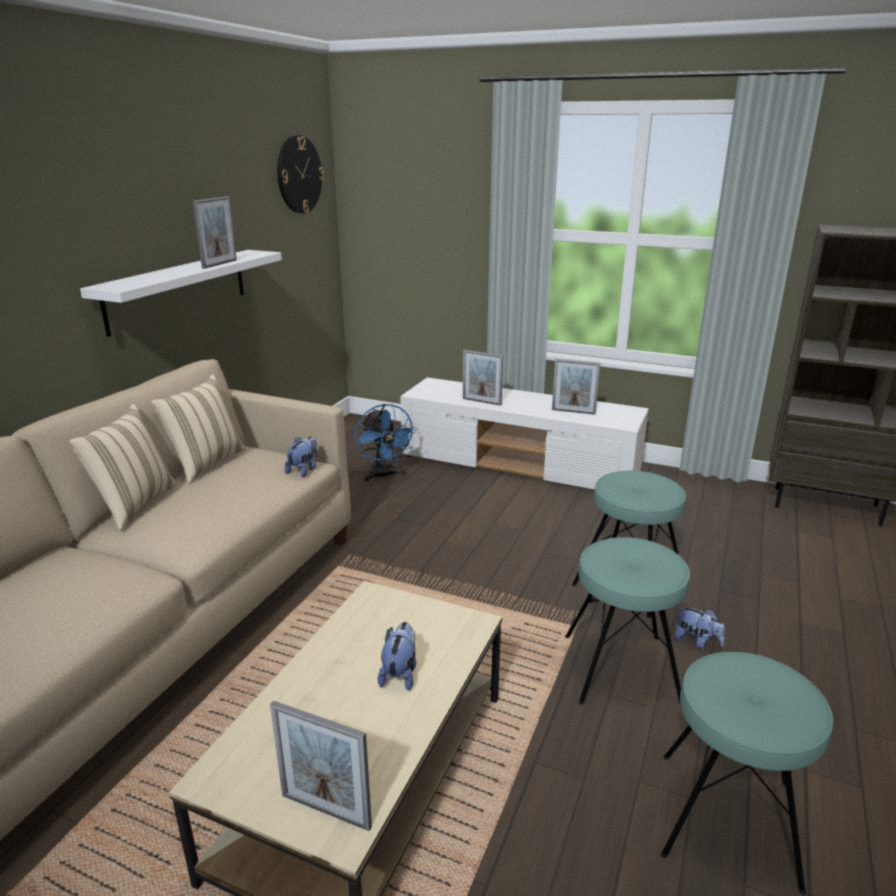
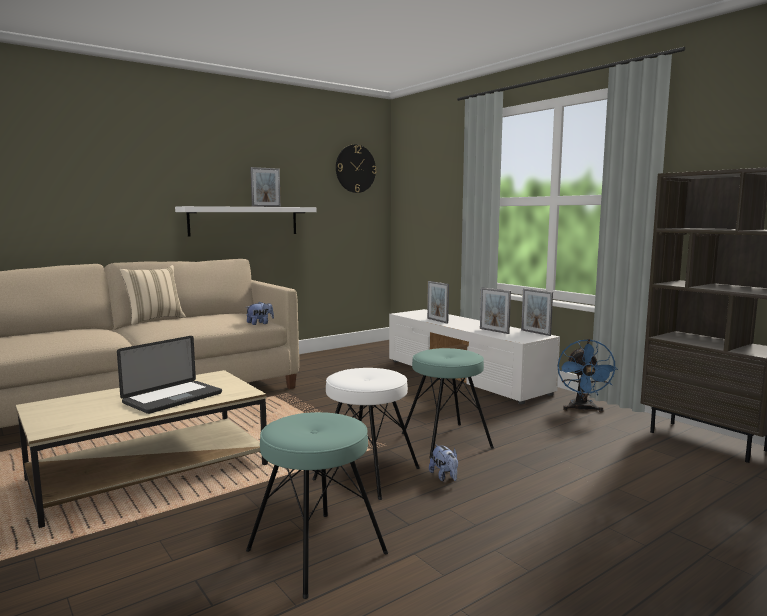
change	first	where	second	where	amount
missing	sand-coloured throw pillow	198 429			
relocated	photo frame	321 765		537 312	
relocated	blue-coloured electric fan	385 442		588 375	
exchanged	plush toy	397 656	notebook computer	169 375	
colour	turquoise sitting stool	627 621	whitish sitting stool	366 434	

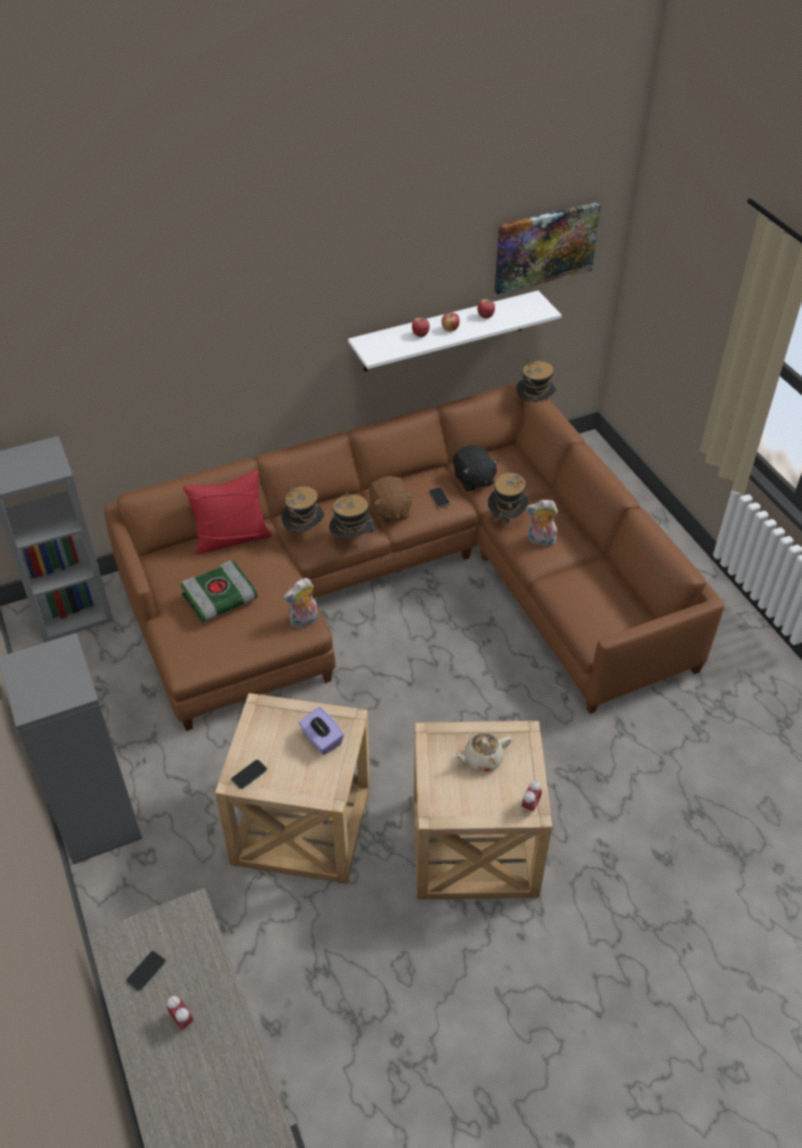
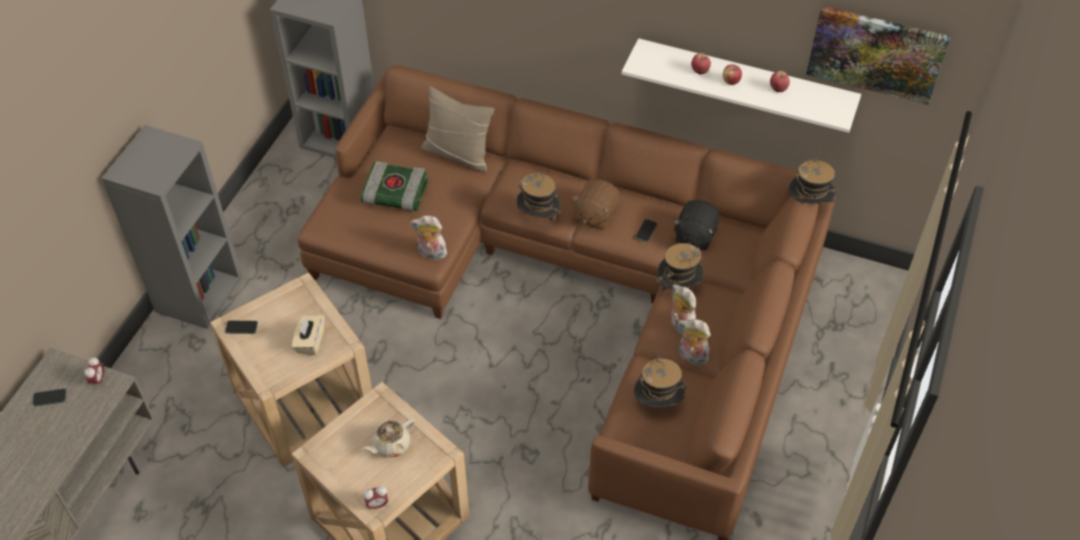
change	first	where	second	where	amount
appeared			plush toy	694 342	
relocated	alarm clock	180 1013		94 373	
relocated	hat	303 509		660 381	
colour	reddish throw pillow	227 512	sand-coloured throw pillow	458 129	
colour	purplish tissue holder	321 731	sand-coloured tissue holder	308 335	
spun	sand-coloured tea pot	482 752		388 438	60 degrees counterclockwise

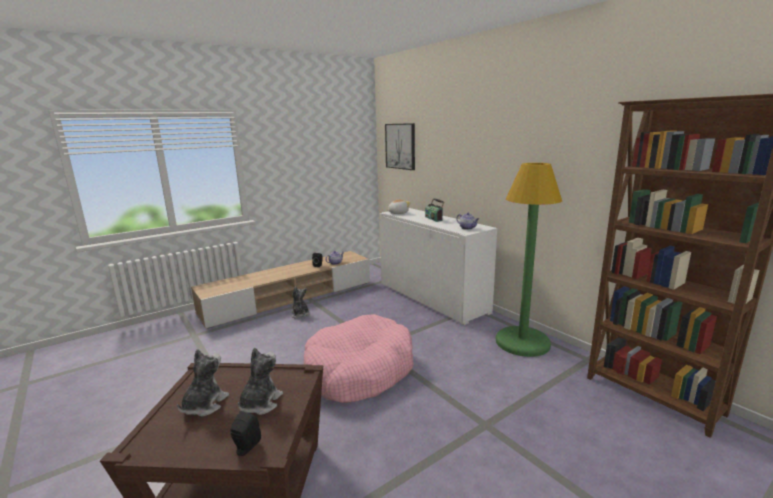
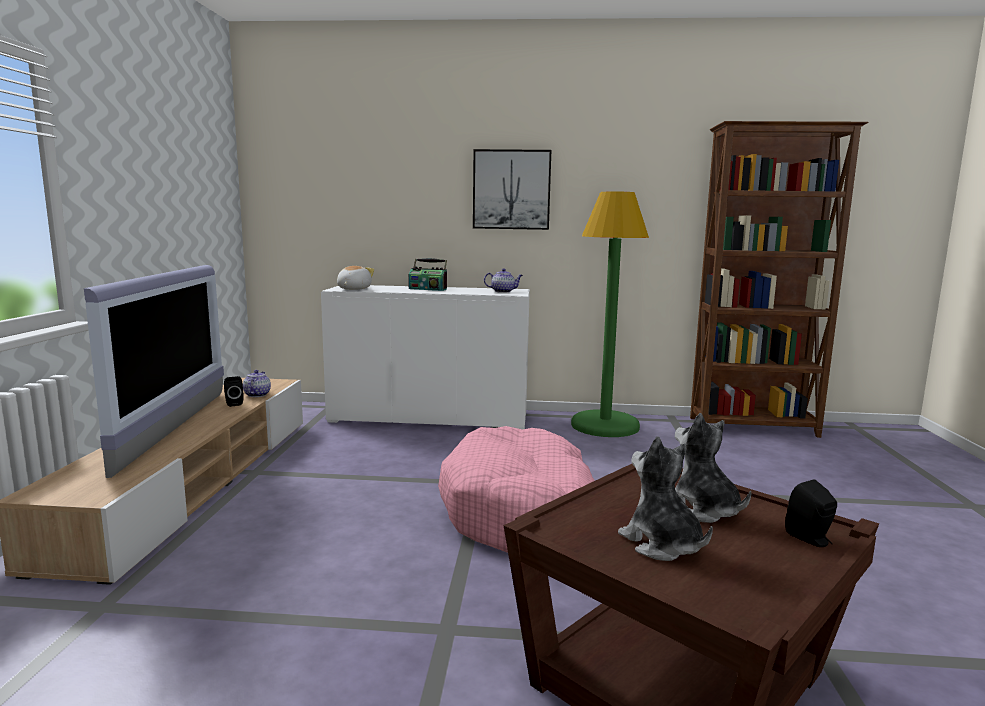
change	first	where	second	where	amount
missing	plush toy	300 302			
appeared			TV set	154 371	
relocated	picture	400 146		512 189	

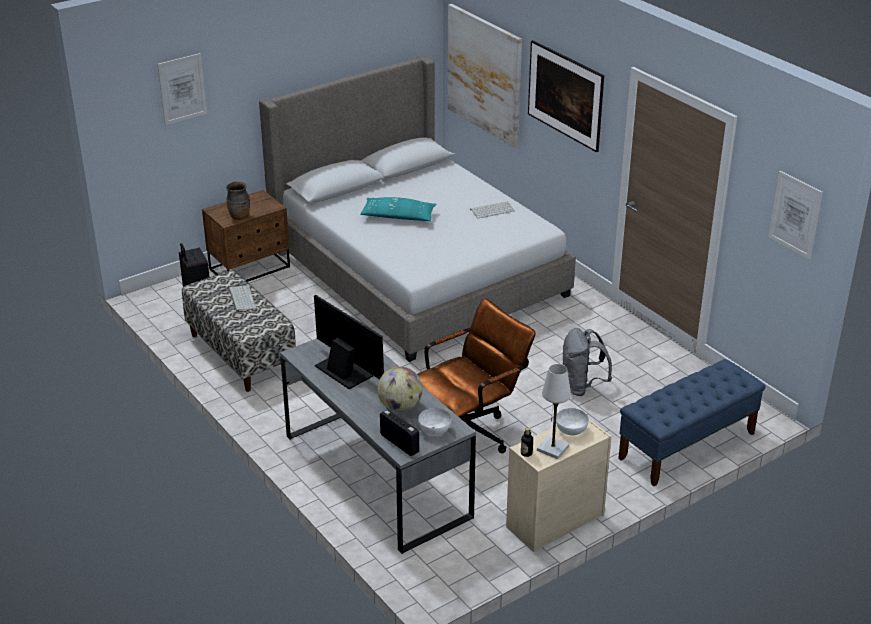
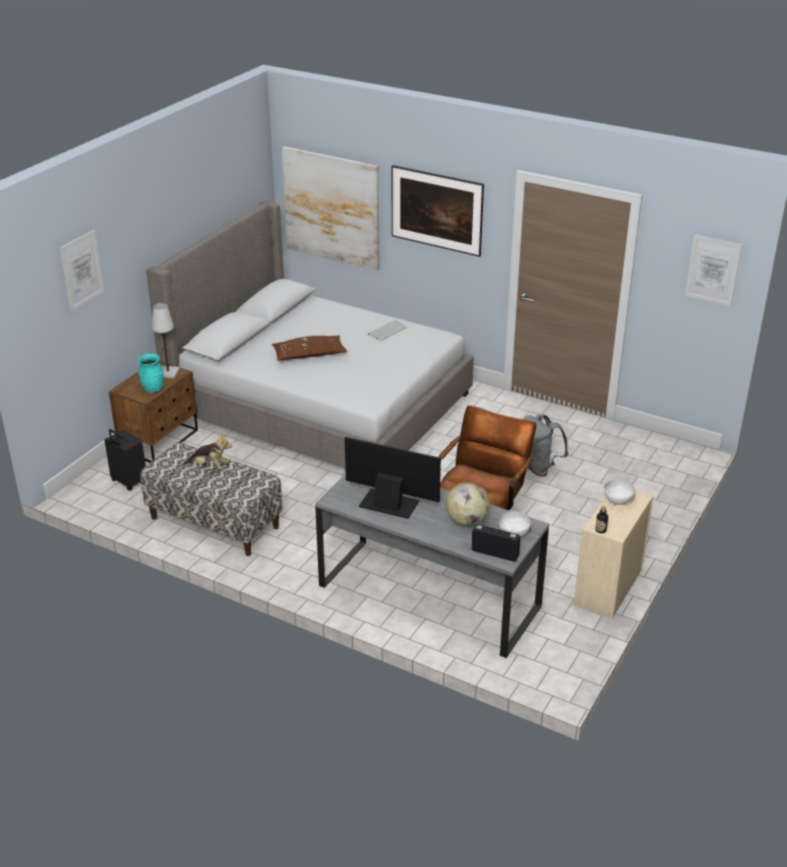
change	first	where	second	where	amount
missing	blue-coloured indoor bench	692 422			
relocated	whitish table lamp	554 411		166 340	
exchanged	computer keyboard	243 299	plush toy	208 450	
colour	brownish decorative vase	238 200	turquoise decorative vase	150 373	
colour	turquoise throw pillow	398 209	brownish throw pillow	309 348	

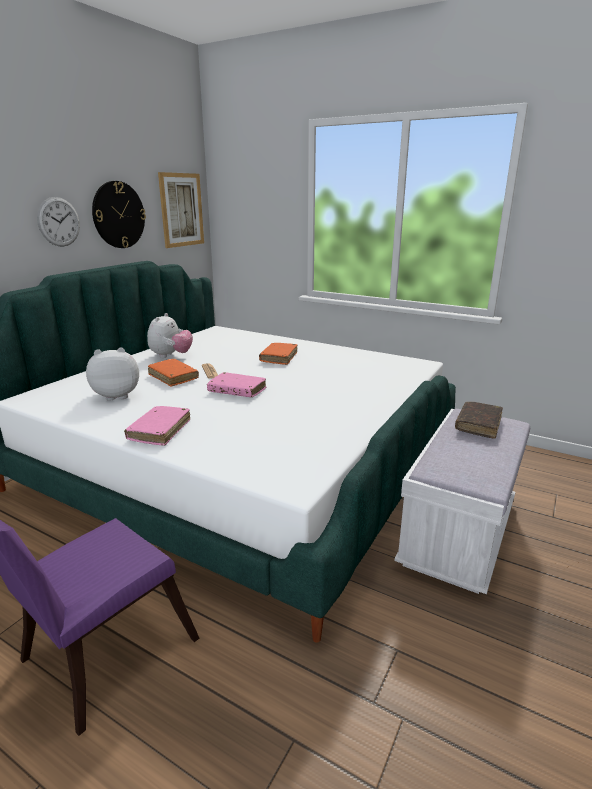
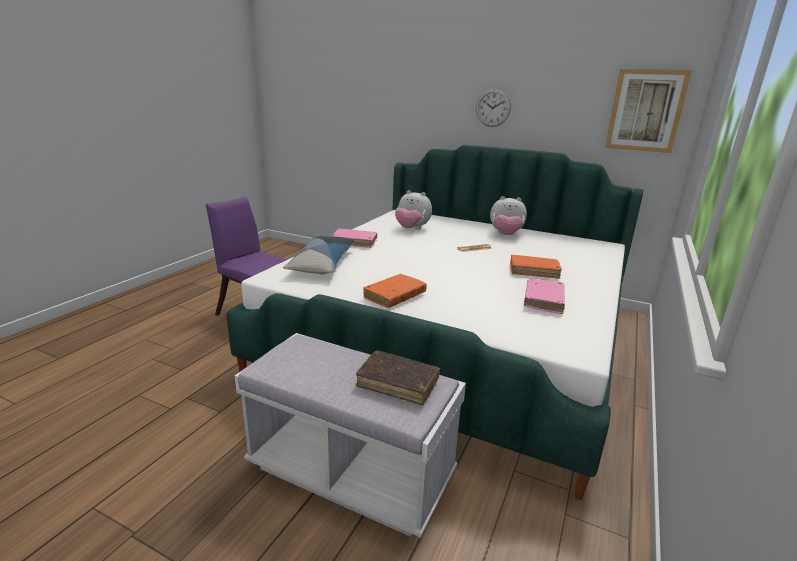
change	first	where	second	where	amount
missing	wall clock	119 214			
appeared			throw pillow	319 255	
relocated	orange volume	173 372		395 291	
relocated	pink-coloured volume	236 384		544 296	
spun	plush toy	112 374		413 209	135 degrees clockwise

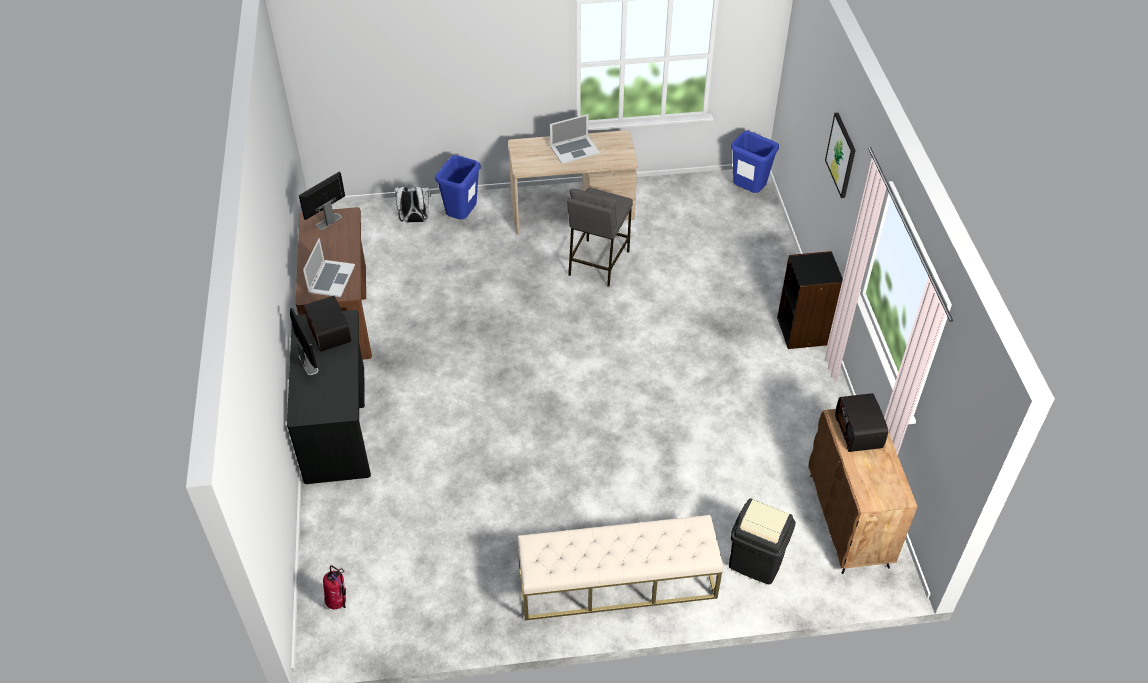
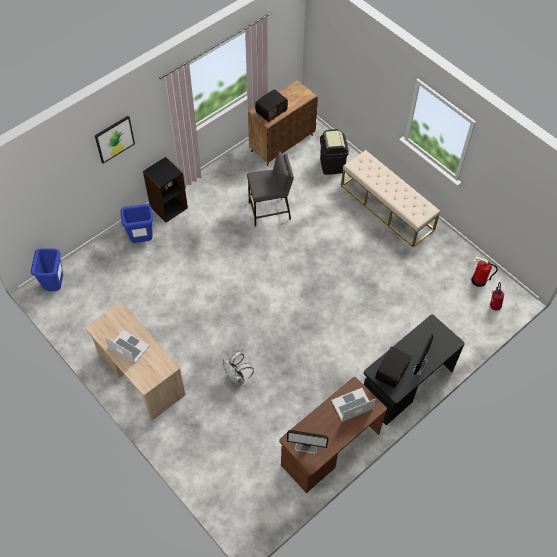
change	first	where	second	where	amount
appeared			extinguisher	485 271	
relocated	whitish knapsack	412 204		238 369	
relocated	blue-coloured waste bin	458 187		137 223	
relocated	greyish sitting stool	600 237		270 188	

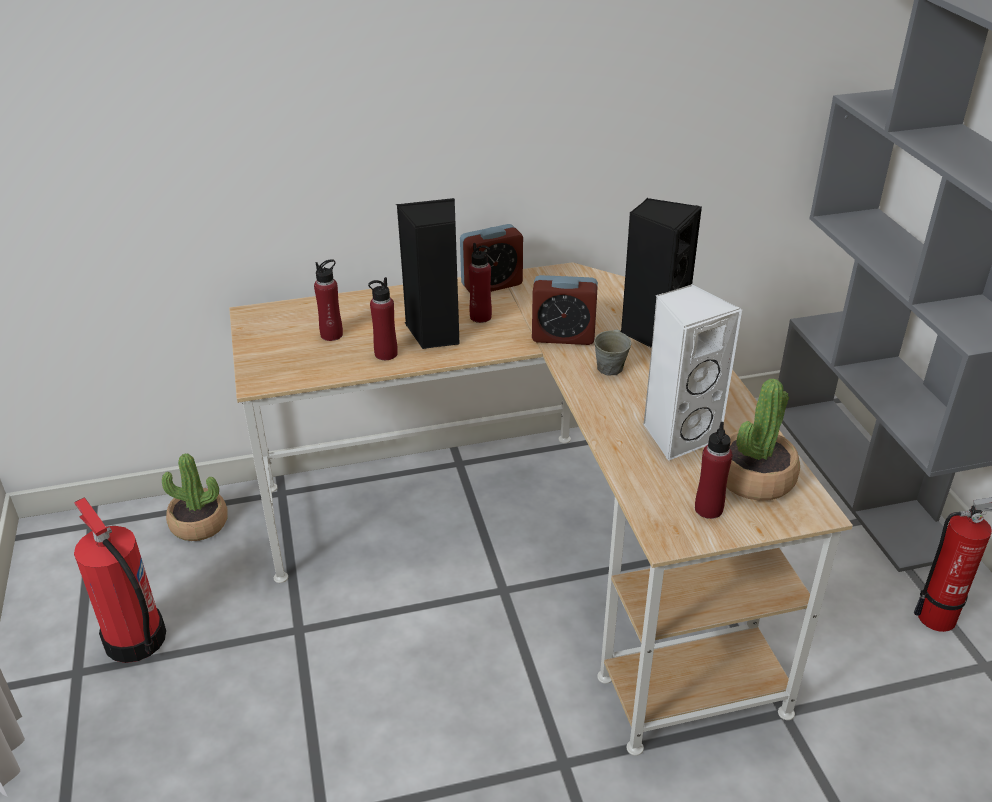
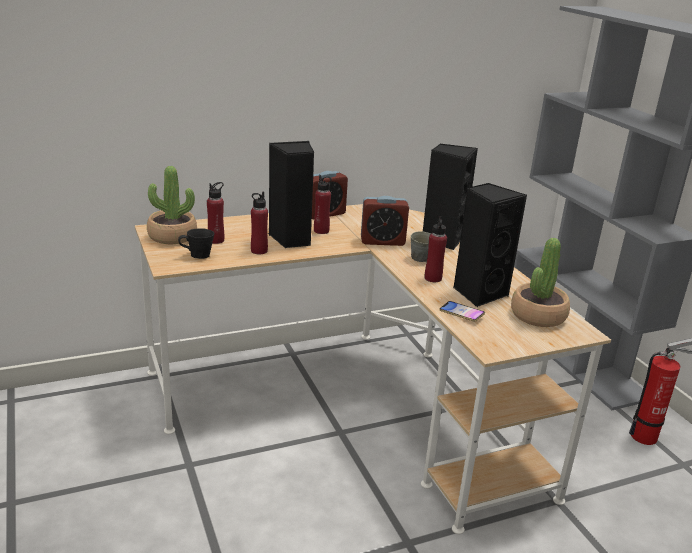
change	first	where	second	where	amount
missing	extinguisher	120 580			
appeared			black-coloured coffee mug	196 243	
appeared			phone	462 311	
relocated	potted plant	195 497		172 205	
relocated	reddish bottle	714 470		436 249	
colour	whitish loudspeaker	692 372	black-coloured loudspeaker	490 245	

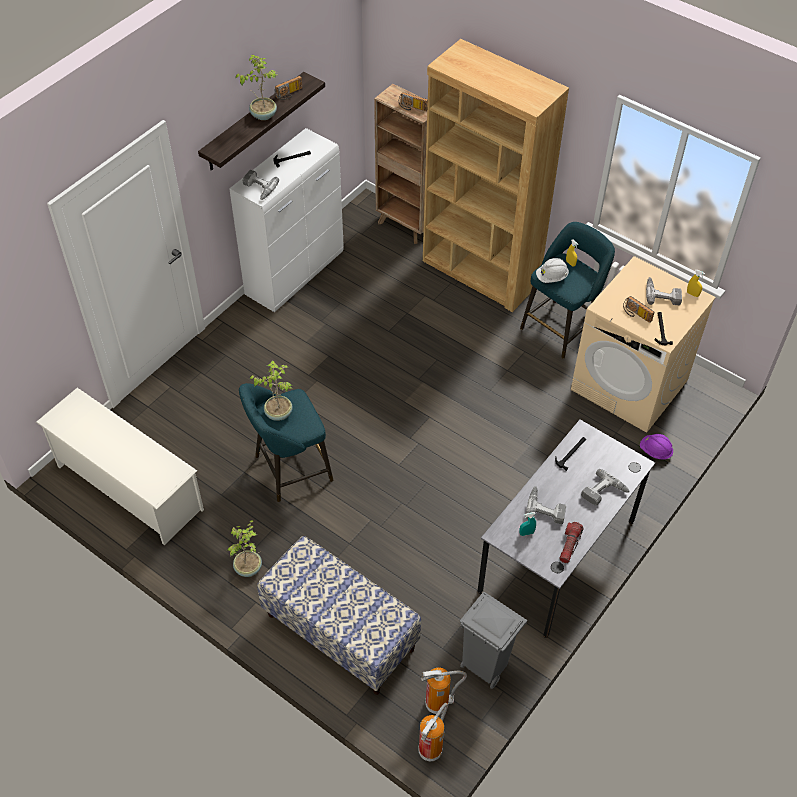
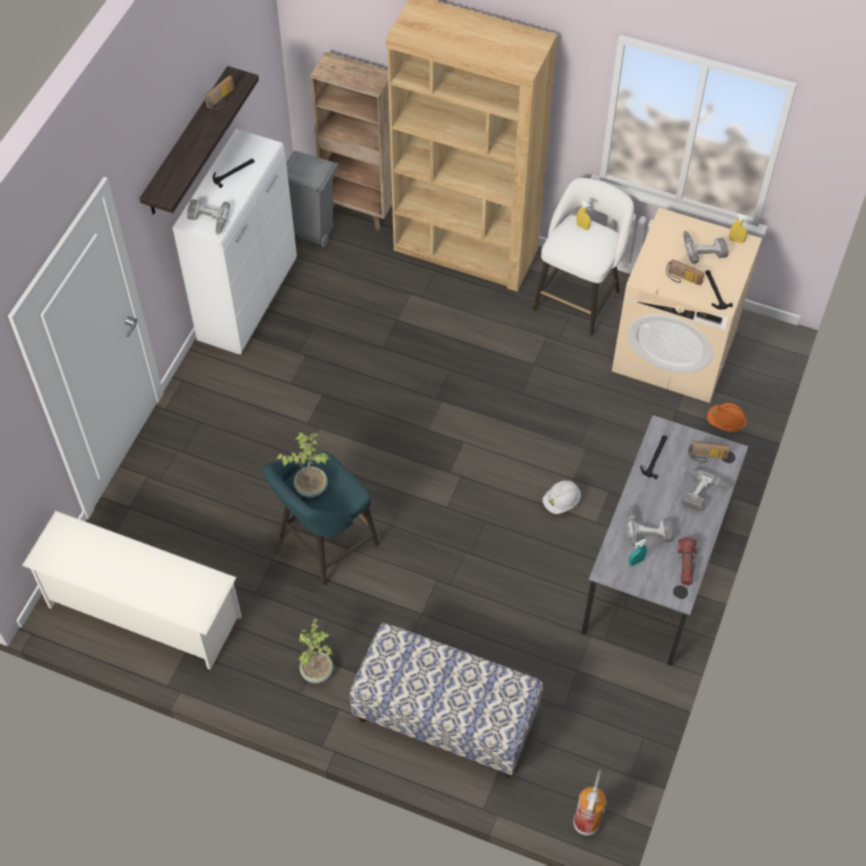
change	first	where	second	where	amount
missing	potted plant	256 87			
missing	extinguisher	444 691			
relocated	radio set	413 101		709 452	
relocated	greyish waste bin	493 640		312 199	
relocated	whitish safety helmet	552 270		562 497	
colour	turquoise sitting stool	567 290	whitish sitting stool	583 257	
colour	purplish safety helmet	656 447	orange safety helmet	726 417	

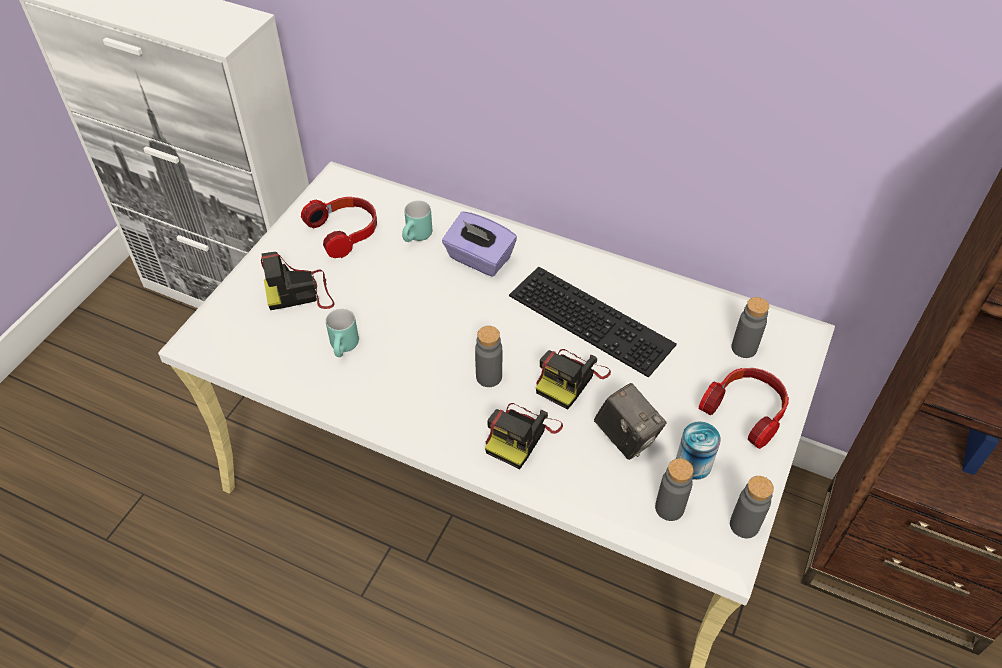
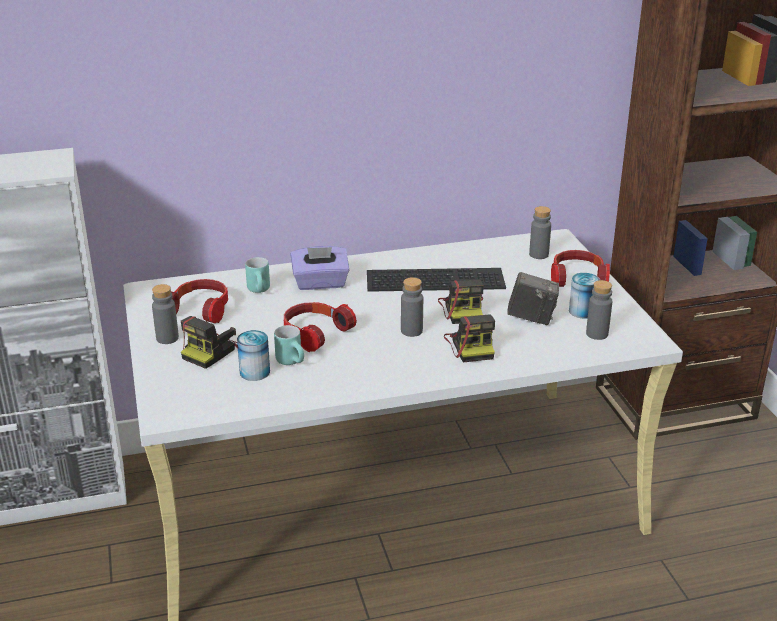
change	first	where	second	where	amount
appeared			can	253 355	
appeared			pair of headphones	320 327	
relocated	greyish bottle	752 507		165 314	

